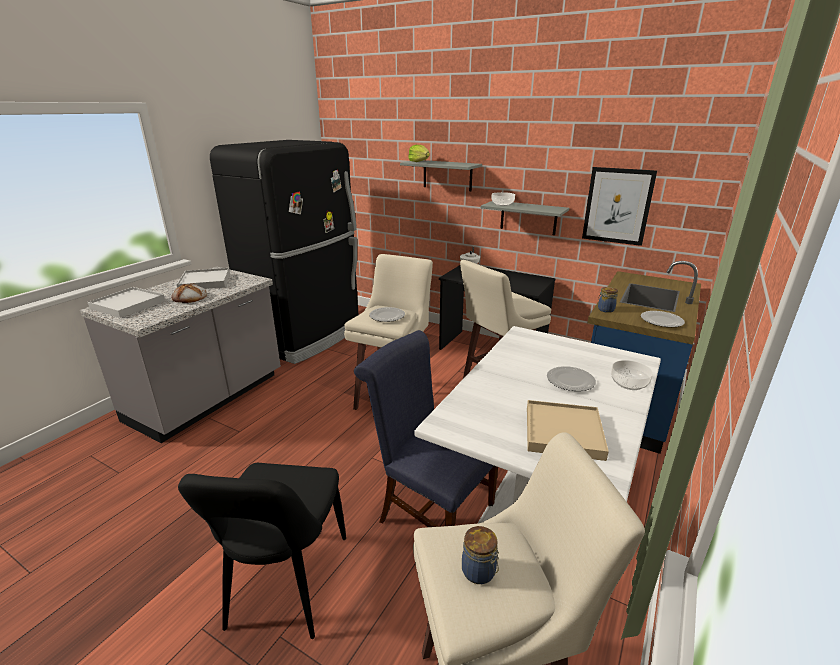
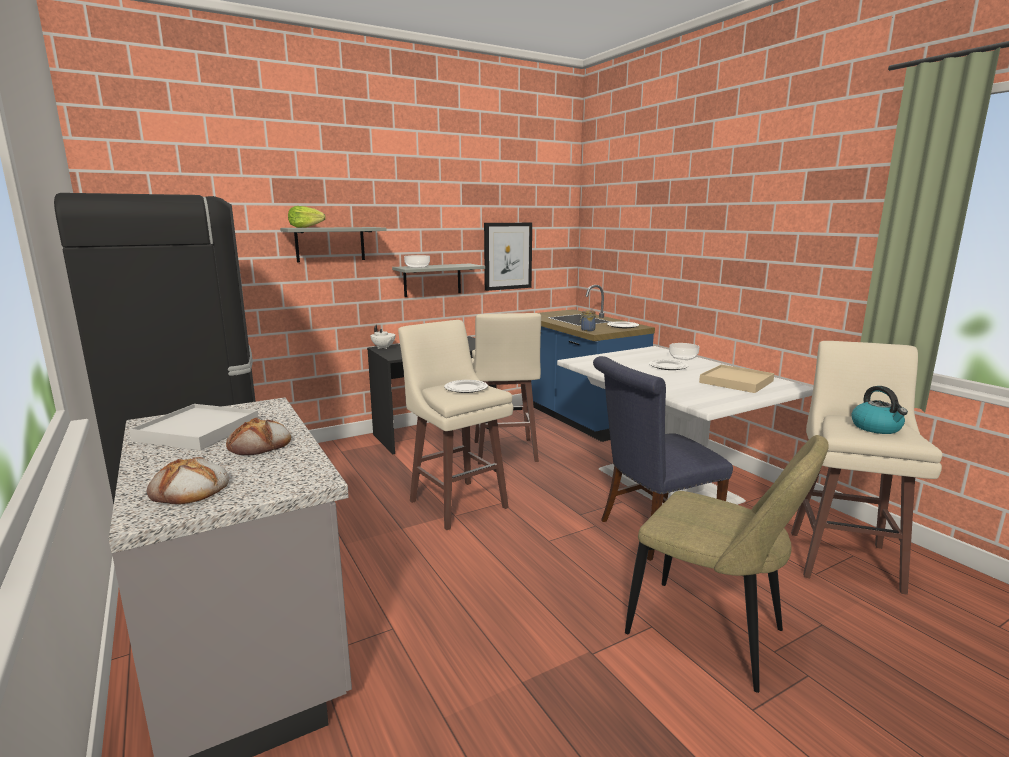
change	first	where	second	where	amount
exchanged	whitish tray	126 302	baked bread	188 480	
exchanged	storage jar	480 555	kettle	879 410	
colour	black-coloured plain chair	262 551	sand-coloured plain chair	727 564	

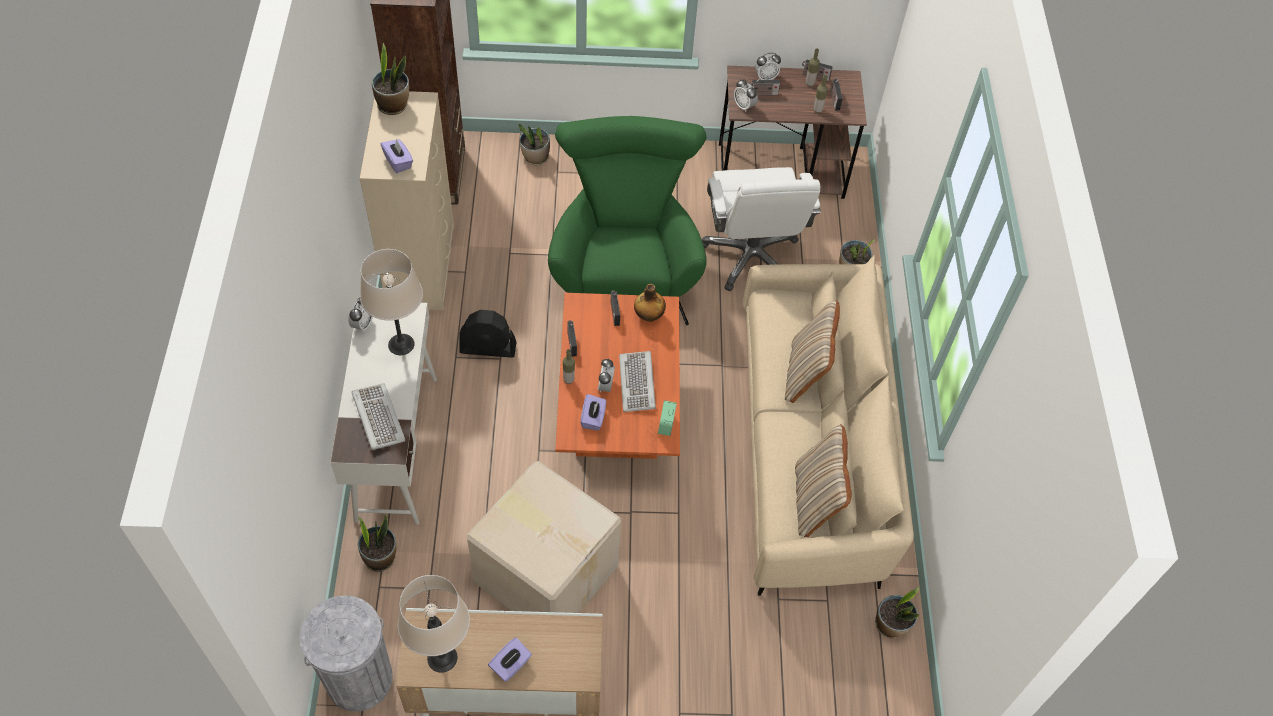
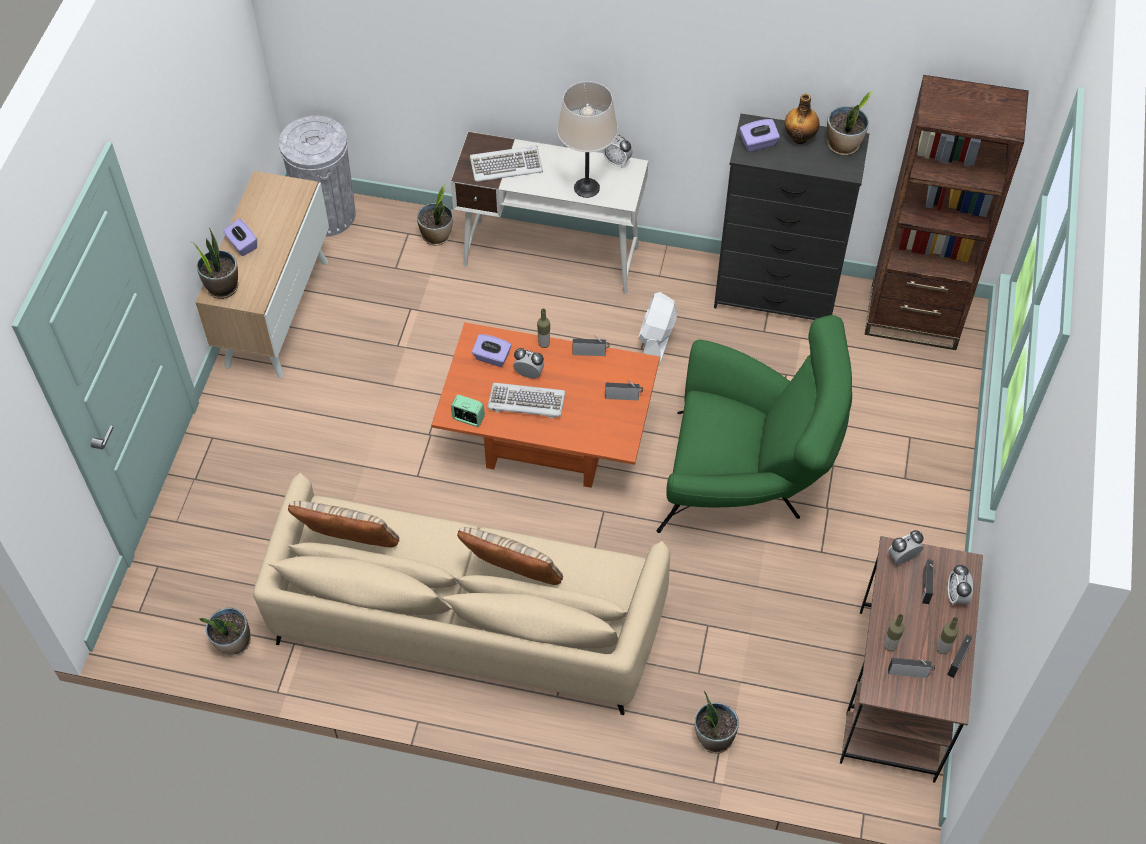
change	first	where	second	where	amount
missing	sand-coloured table lamp	434 624			
missing	carton	544 537			
missing	whitish office chair	761 229			
relocated	potted plant	534 144		214 263	
relocated	bottle	650 303		802 119	
colour	sand-coloured dresser	407 200	black-coloured dresser	791 217	
colour	black-coloured electric fan	488 334	whitish electric fan	658 328	

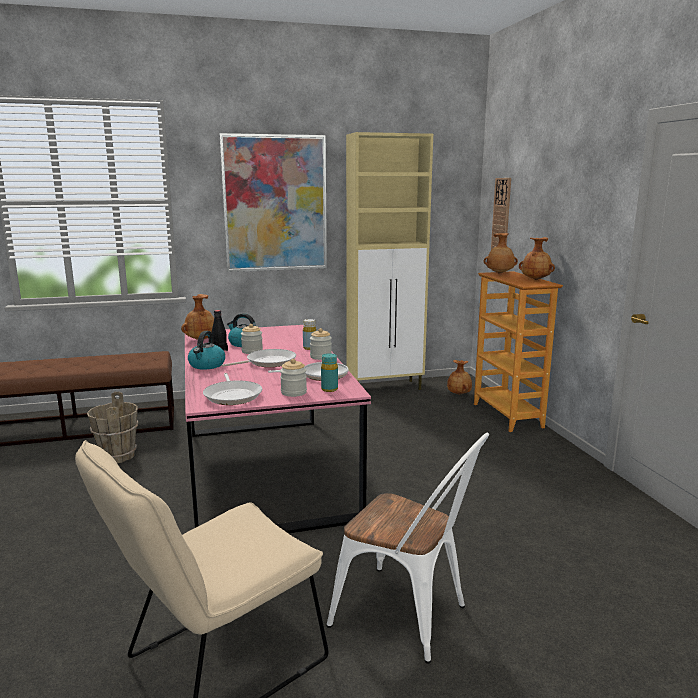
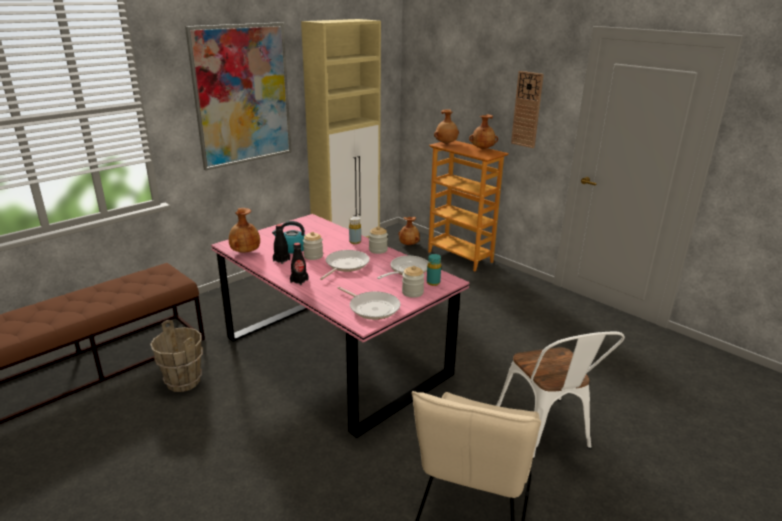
change	first	where	second	where	amount
relocated	wall clock	501 214		527 109	
exchanged	kettle	206 350	black-coloured bottle	299 264	
spun	whitish plain chair	407 548		560 395	75 degrees clockwise

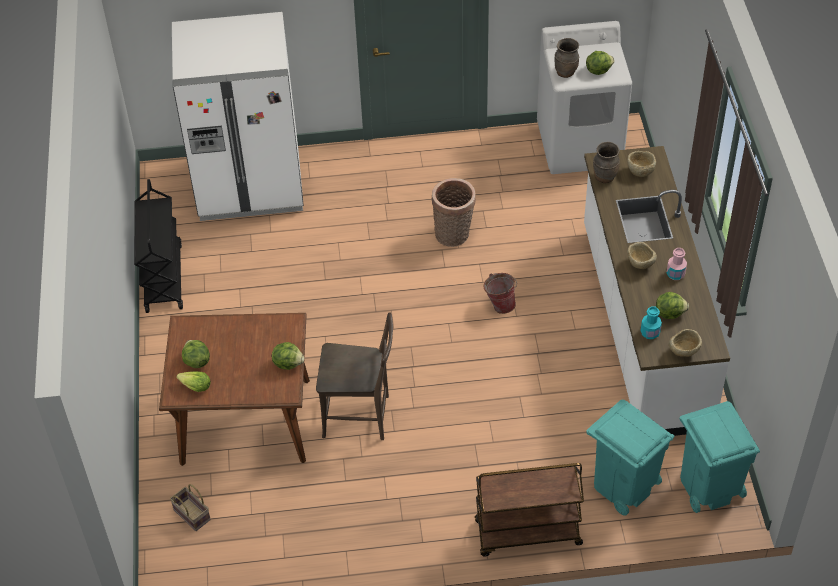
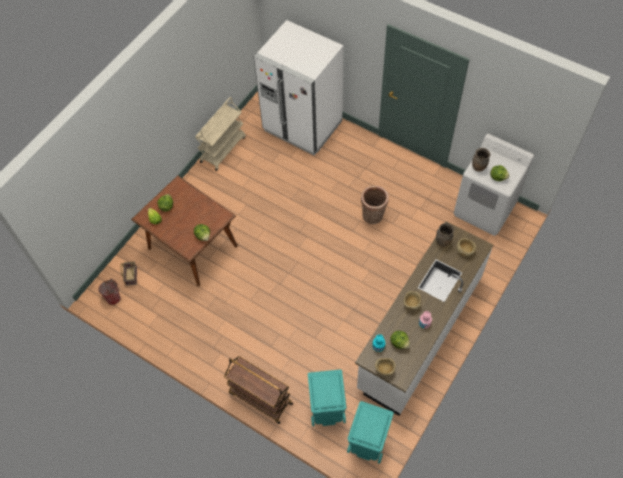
change	first	where	second	where	amount
missing	brownish plain chair	354 376			
relocated	pail	500 293		109 292	
colour	black-coloured wheeled cart	158 246	sand-coloured wheeled cart	220 134	

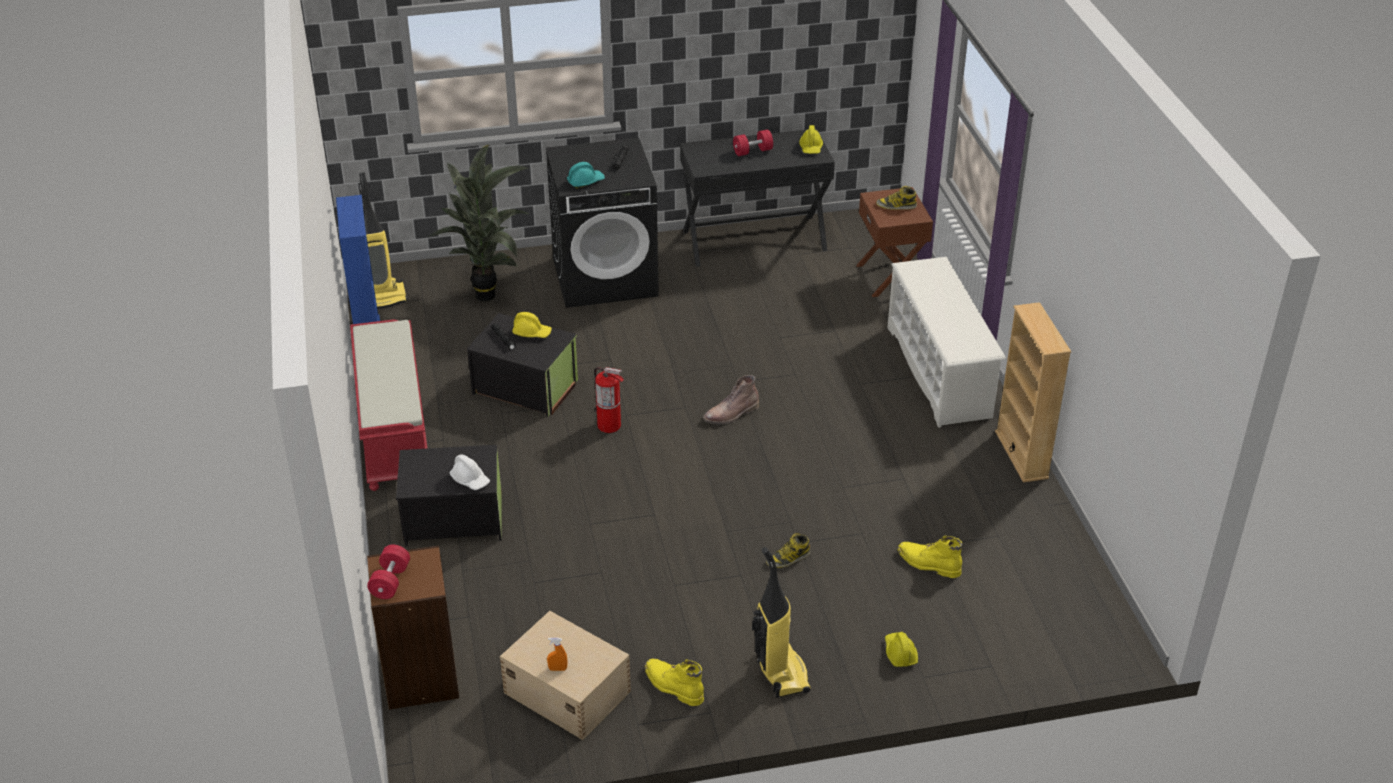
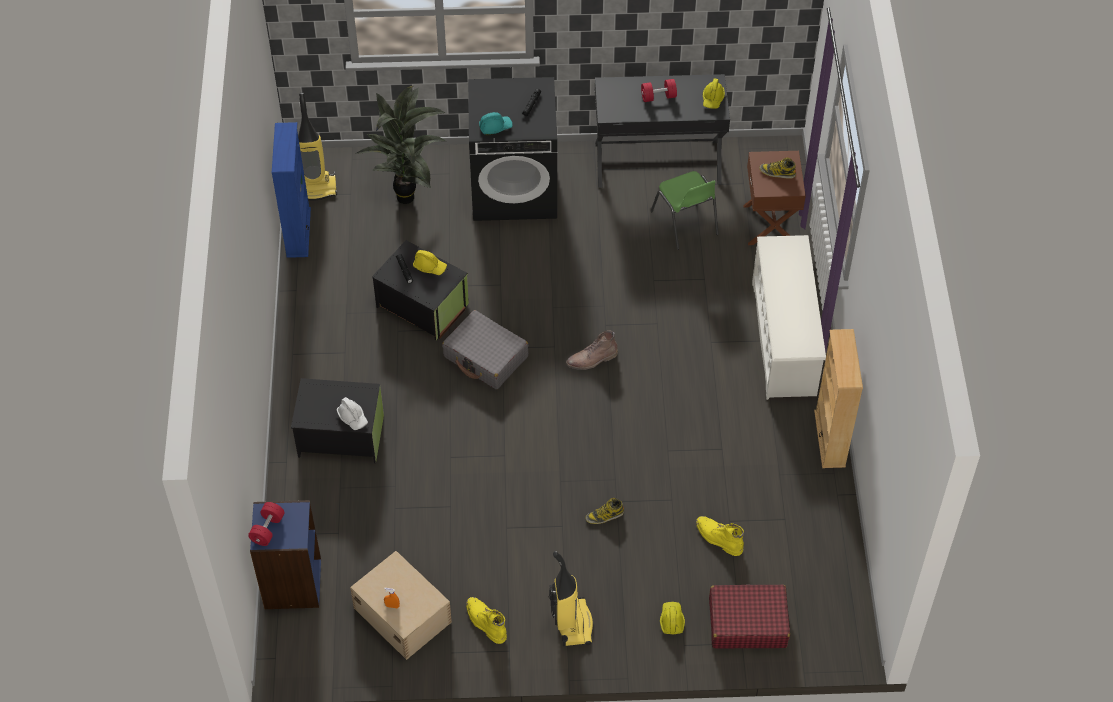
change	first	where	second	where	amount
missing	reddish indoor bench	388 405			
appeared			greenish plain chair	684 210	
appeared			reddish travel case	749 616	
exchanged	extinguisher	609 400	greyish travel case	485 349	
colour	brownish bookcase	413 627	blue-coloured bookcase	285 554	

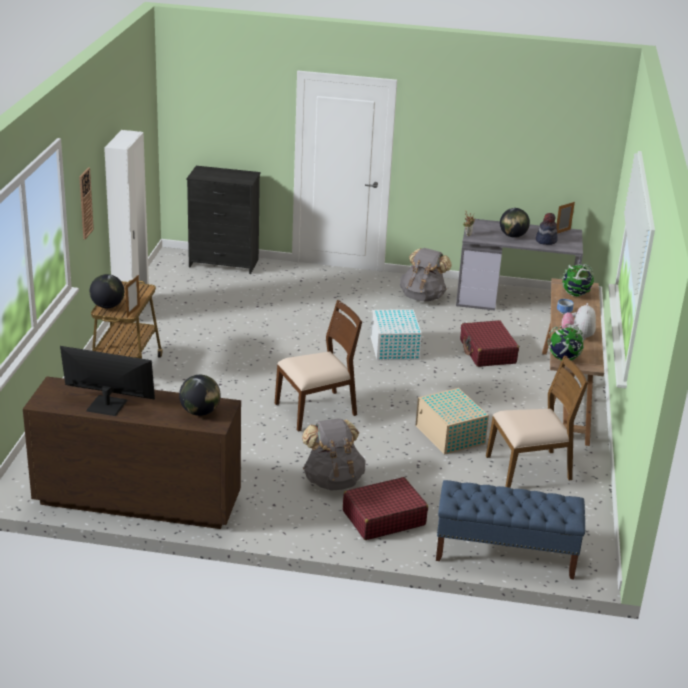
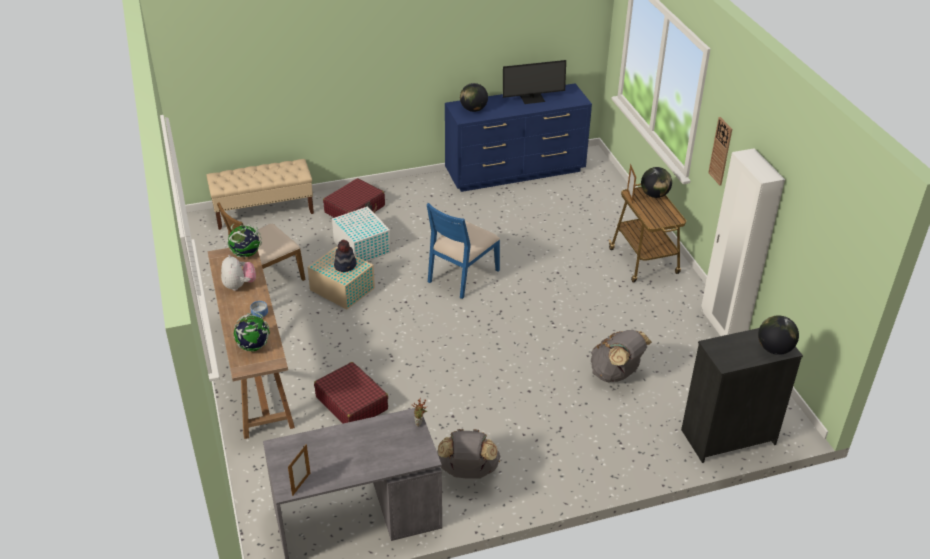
change	first	where	second	where	amount
relocated	greyish knapsack	334 455		621 356	
relocated	whitish storage bin	396 334		361 233	
relocated	world globe	515 223		778 335	
relocated	hat	547 229		345 256	
colour	brownish dresser	132 452	blue-coloured dresser	518 137	
colour	brownish plain chair	318 366	blue-coloured plain chair	463 251	
colour	blue-coloured indoor bench	510 530	sand-coloured indoor bench	260 194	

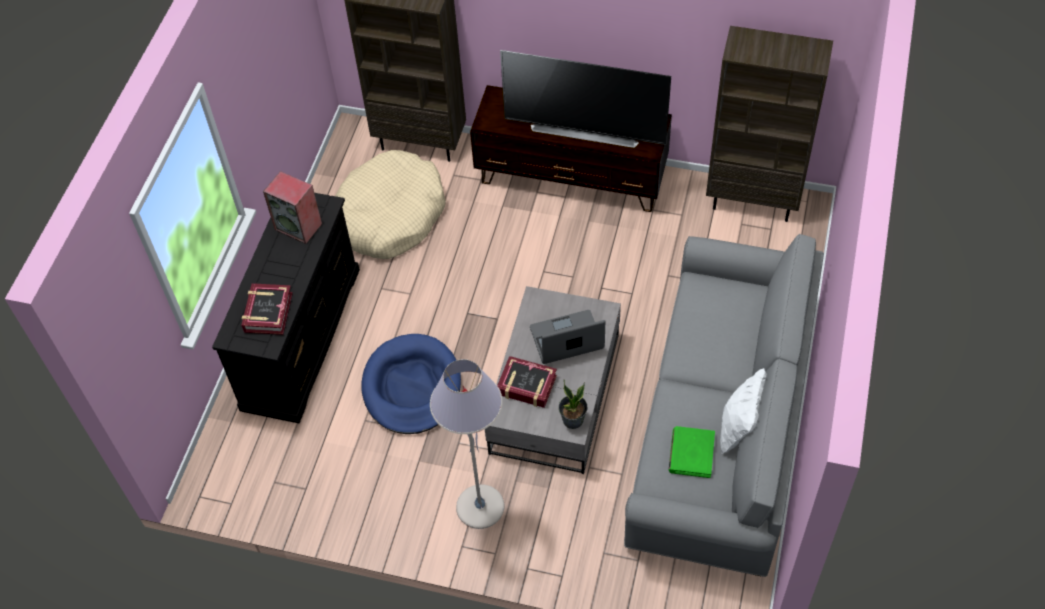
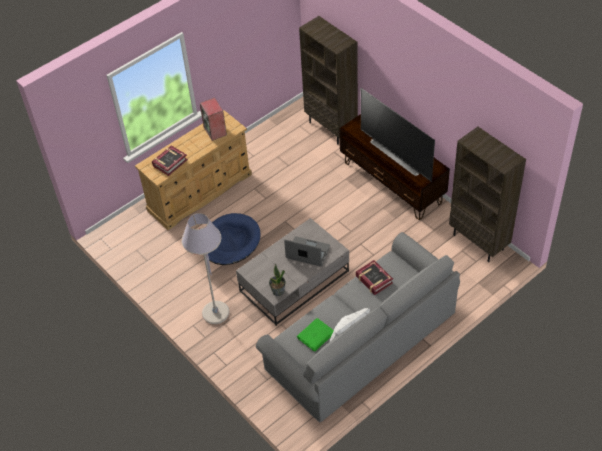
change	first	where	second	where	amount
missing	sand-coloured dog bed	391 204			
relocated	volume	527 382		374 277	
colour	black-coloured dresser	286 308	sand-coloured dresser	193 170	

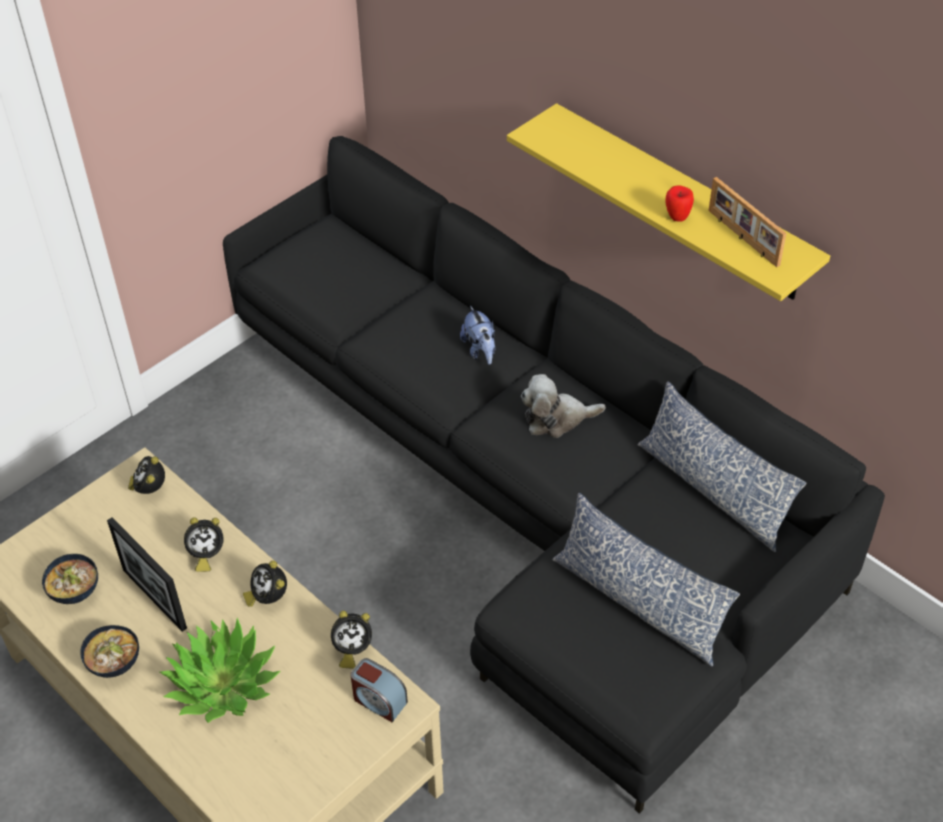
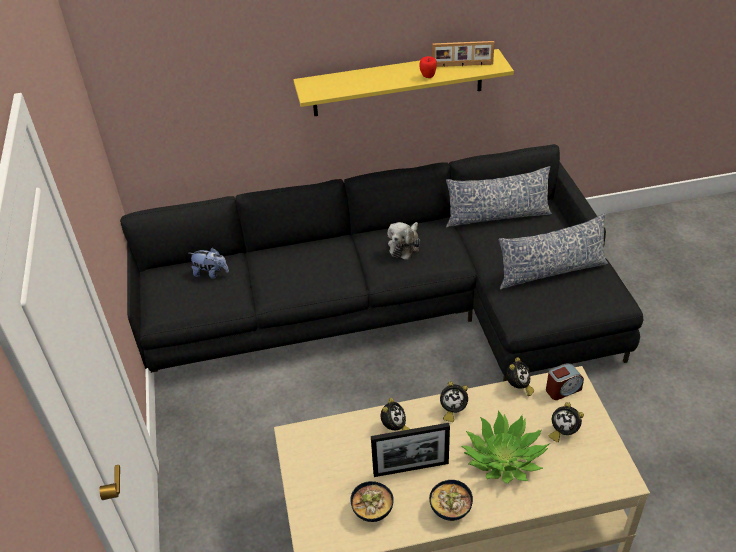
change	first	where	second	where	amount
relocated	alarm clock	146 475		566 422	
relocated	plush toy	477 335		209 263	

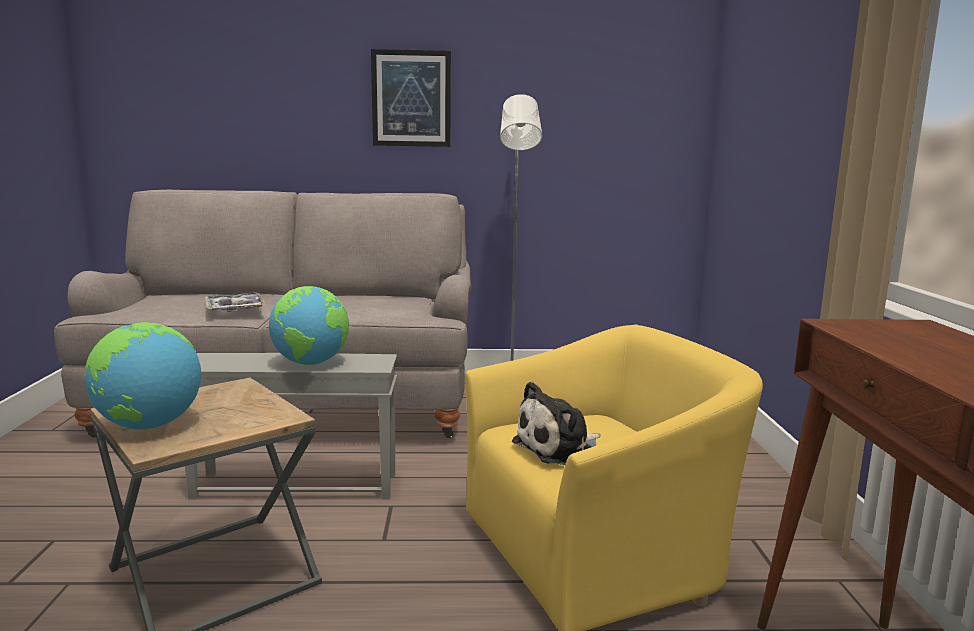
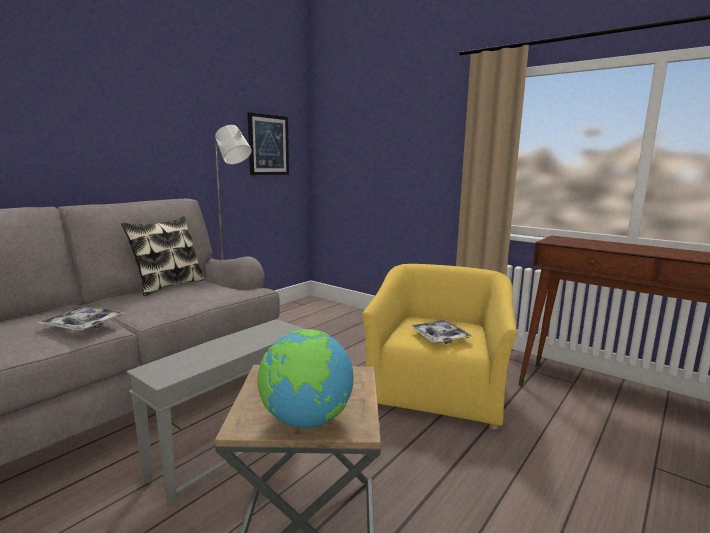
change	first	where	second	where	amount
missing	world globe	309 325			
appeared			throw pillow	163 256	
relocated	picture	411 98		268 143	
exchanged	plush toy	556 423	tray	441 332	

